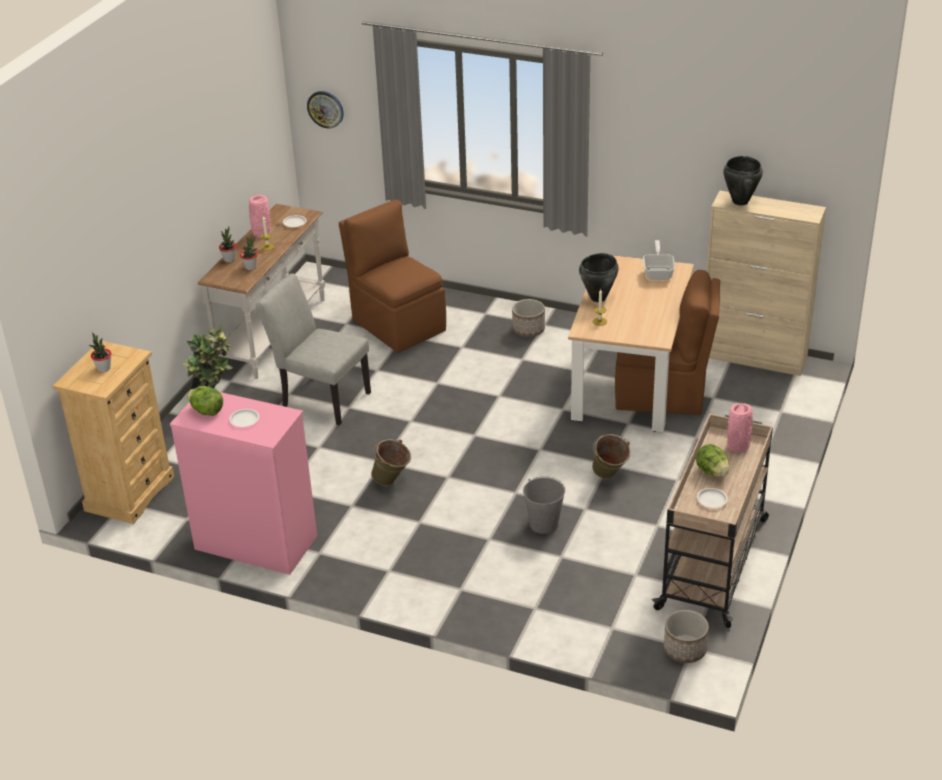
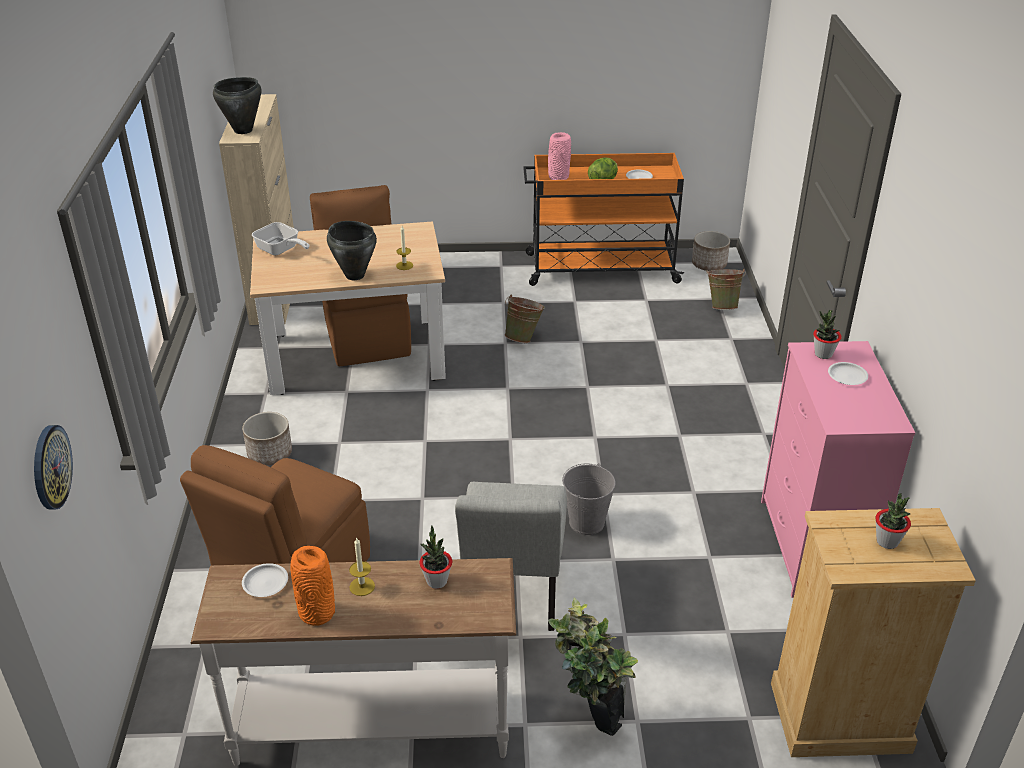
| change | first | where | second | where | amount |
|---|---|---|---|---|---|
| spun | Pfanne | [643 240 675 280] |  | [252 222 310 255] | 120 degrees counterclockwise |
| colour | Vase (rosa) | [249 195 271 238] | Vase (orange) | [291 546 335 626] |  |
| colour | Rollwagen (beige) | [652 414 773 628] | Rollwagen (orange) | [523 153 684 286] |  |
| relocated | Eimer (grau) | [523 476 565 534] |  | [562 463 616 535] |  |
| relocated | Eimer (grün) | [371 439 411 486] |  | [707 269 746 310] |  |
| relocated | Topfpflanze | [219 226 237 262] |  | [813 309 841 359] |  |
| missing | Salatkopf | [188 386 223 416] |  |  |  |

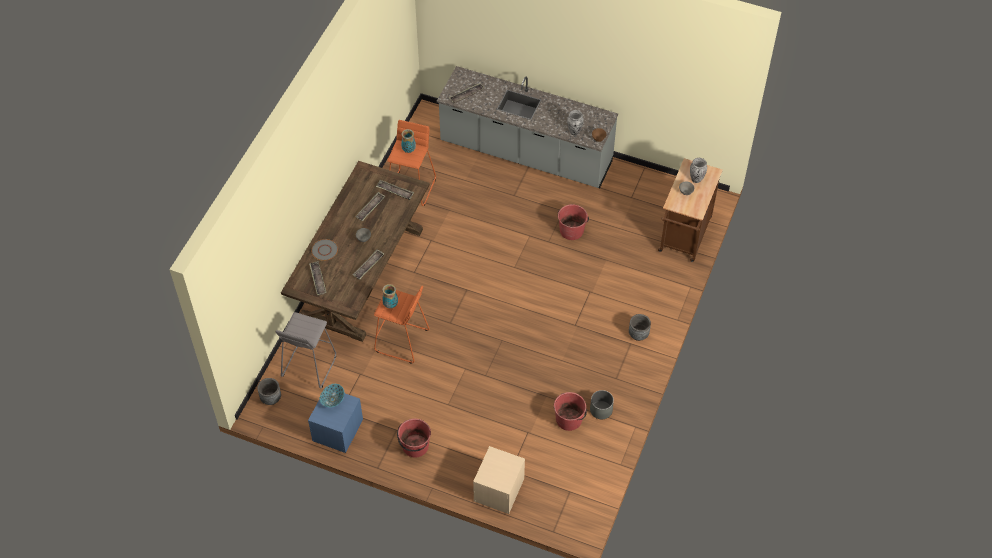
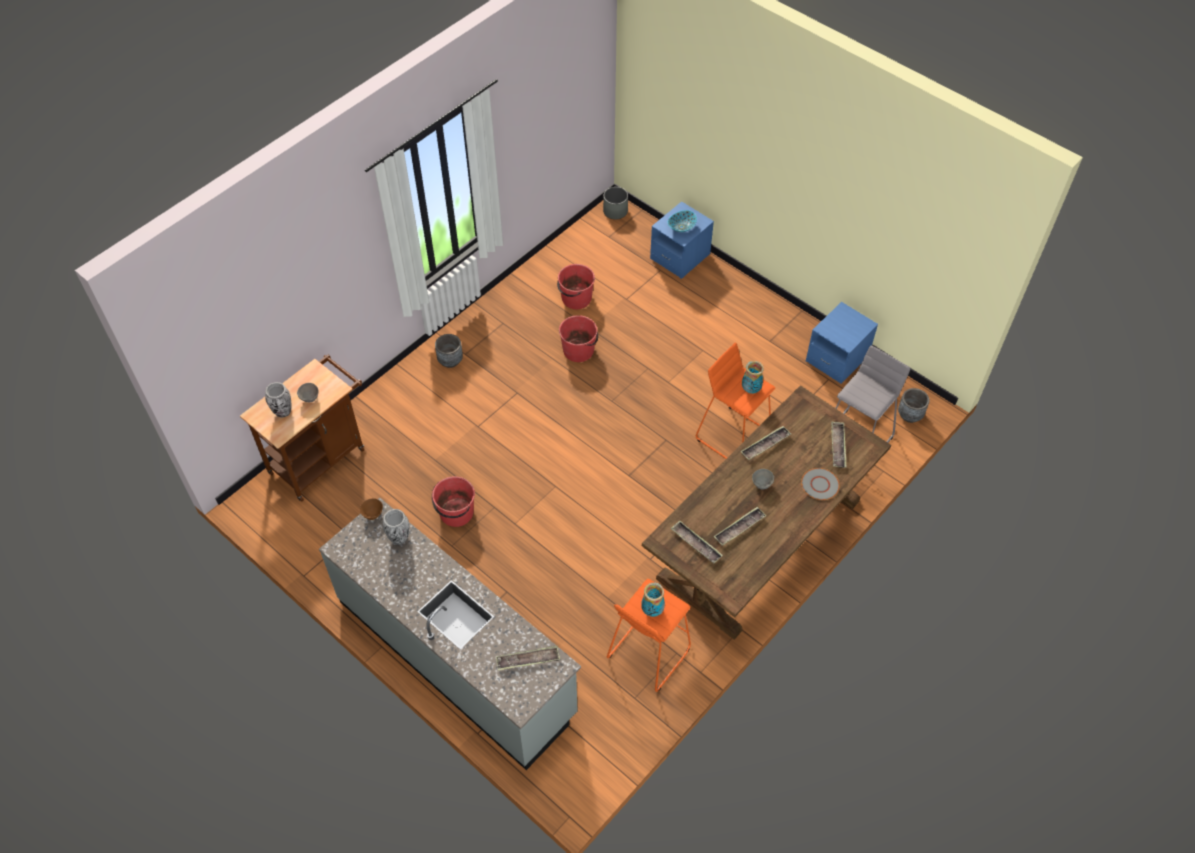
| change | first | where | second | where | amount |
|---|---|---|---|---|---|
| relocated | Eimer (rot) | [397 418 431 458] |  | [559 315 598 362] |  |
| relocated | Pflanzkübel (grau) | [590 390 614 419] |  | [603 187 628 219] |  |
| colour | Nachttisch (beige) | [473 446 525 514] | Nachttisch (blau) | [650 201 714 279] |  |
| relocated | Schüssel | [320 384 344 407] |  | [668 210 697 232] |  |

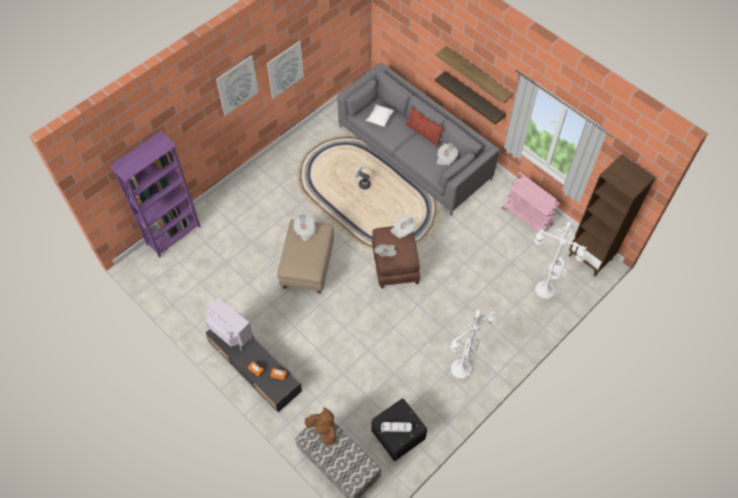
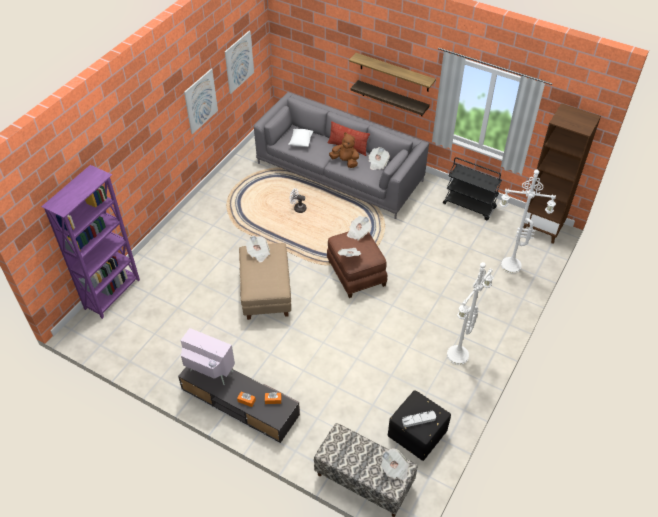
| change | first | where | second | where | amount |
|---|---|---|---|---|---|
| relocated | Bild | [216 55 259 116] |  | [225 30 254 94] |  |
| relocated | Plüschtier (braun) | [305 407 337 445] |  | [329 132 359 168] |  |
| appeared |  |  | Zeitung | [381 448 410 481] |  |
| colour | Rollwagen (rosa) | [503 172 560 234] | Rollwagen (schwarz) | [443 157 502 220] |  |

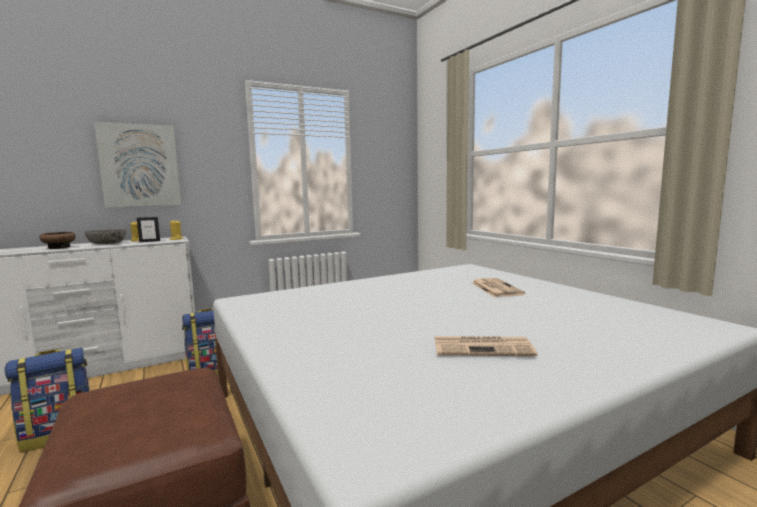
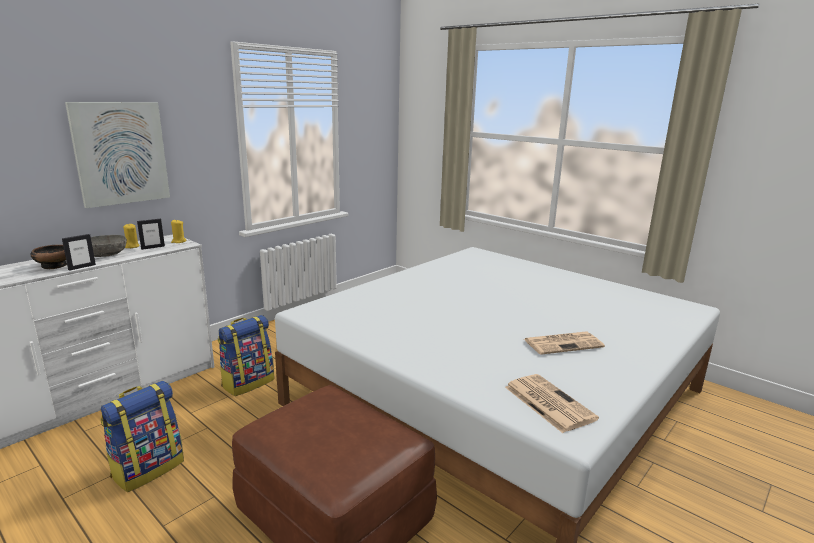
| change | first | where | second | where | amount |
|---|---|---|---|---|---|
| appeared |  |  | Bilderrahmen | [62 234 96 271] |  |
| relocated | Zeitung | [472 278 525 297] |  | [505 374 599 433] |  |

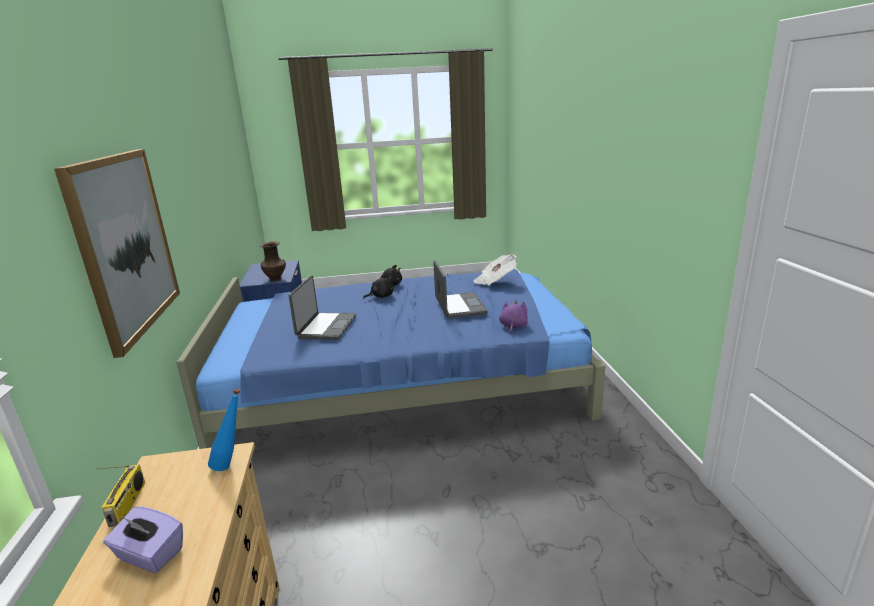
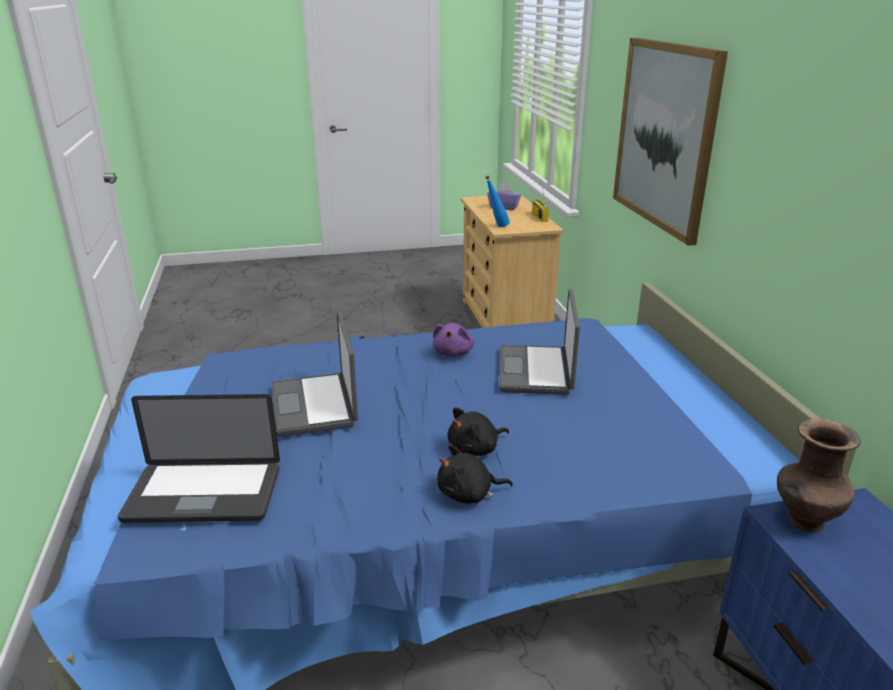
| change | first | where | second | where | amount |
|---|---|---|---|---|---|
| exchanged | Zeitung | [474 254 517 286] | Laptop | [118 394 280 523] |  |
| relocated | Plüschtier (lila) | [499 300 527 334] |  | [433 323 474 357] |  |

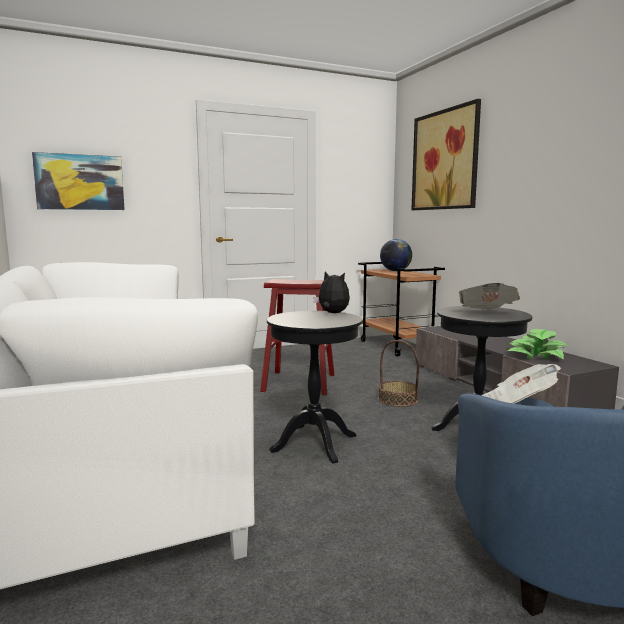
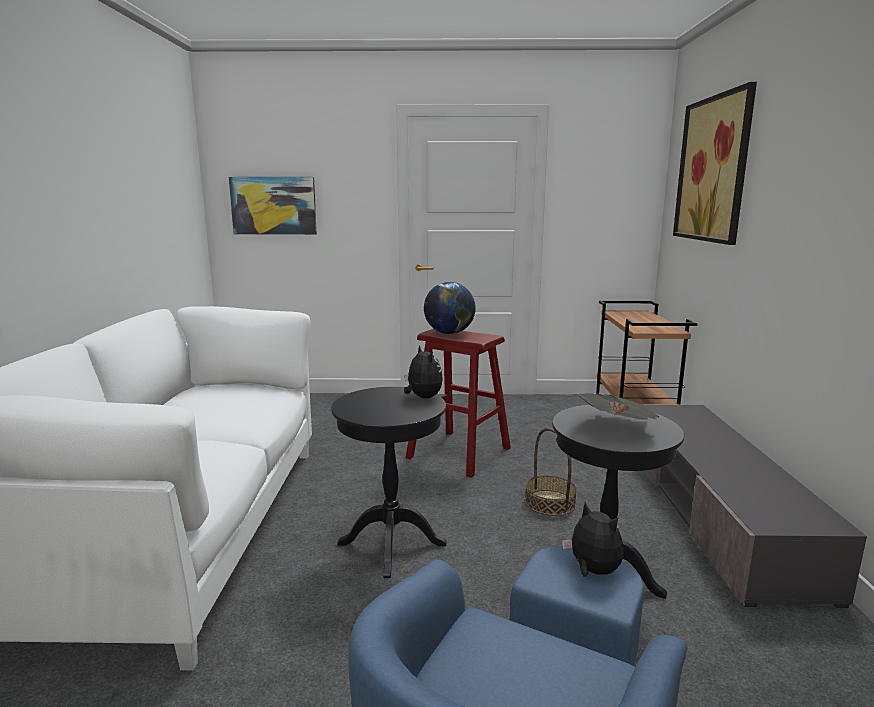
| change | first | where | second | where | amount |
|---|---|---|---|---|---|
| relocated | Globus | [380 239 412 271] |  | [424 282 476 334] |  |
| exchanged | Zeitung | [481 364 561 404] | Plüschtier | [562 502 624 576] |  |
| missing | Topfpflanze | [508 329 568 359] |  |  |  |

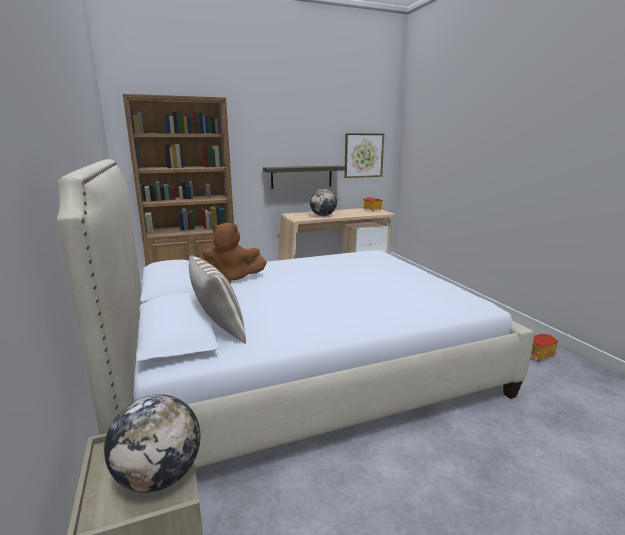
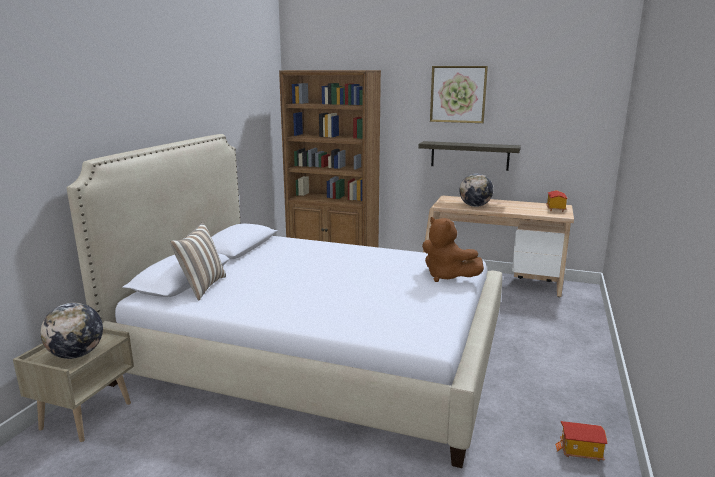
| change | first | where | second | where | amount |
|---|---|---|---|---|---|
| relocated | Plüschtier (braun) | [202 223 267 284] |  | [422 217 484 282] |  |
| relocated | Bild | [344 133 384 178] |  | [430 66 488 123] |  |

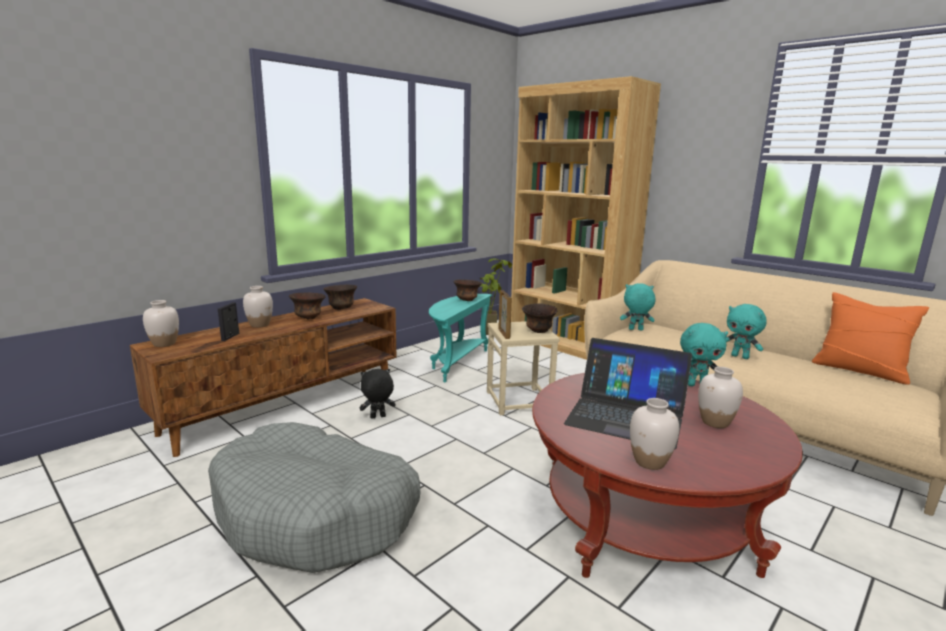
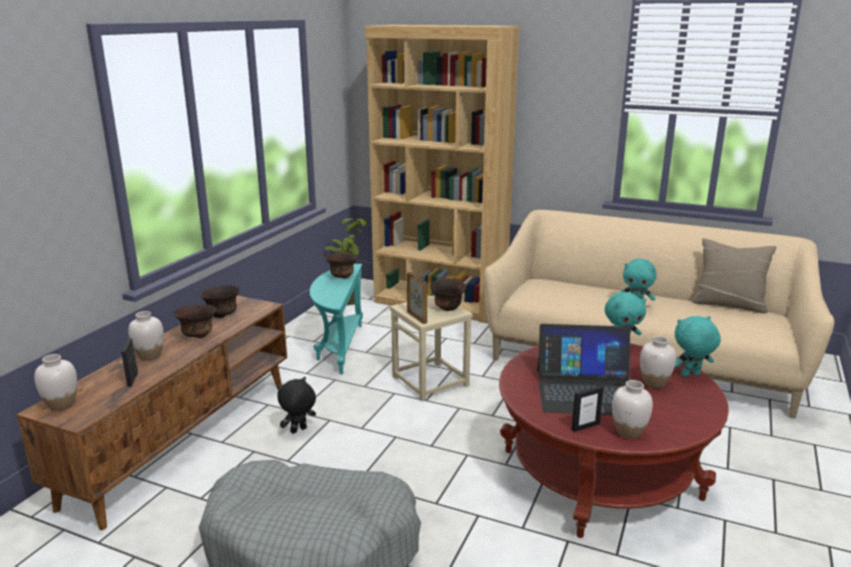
| change | first | where | second | where | amount |
|---|---|---|---|---|---|
| appeared |  |  | Bilderrahmen | [571 386 603 432] |  |
| relocated | Plüschtier (türkis) | [620 283 655 330] |  | [675 316 721 377] |  |
| colour | Kissen (orange) | [812 292 929 385] | Kissen (beige) | [691 238 777 313] |  |

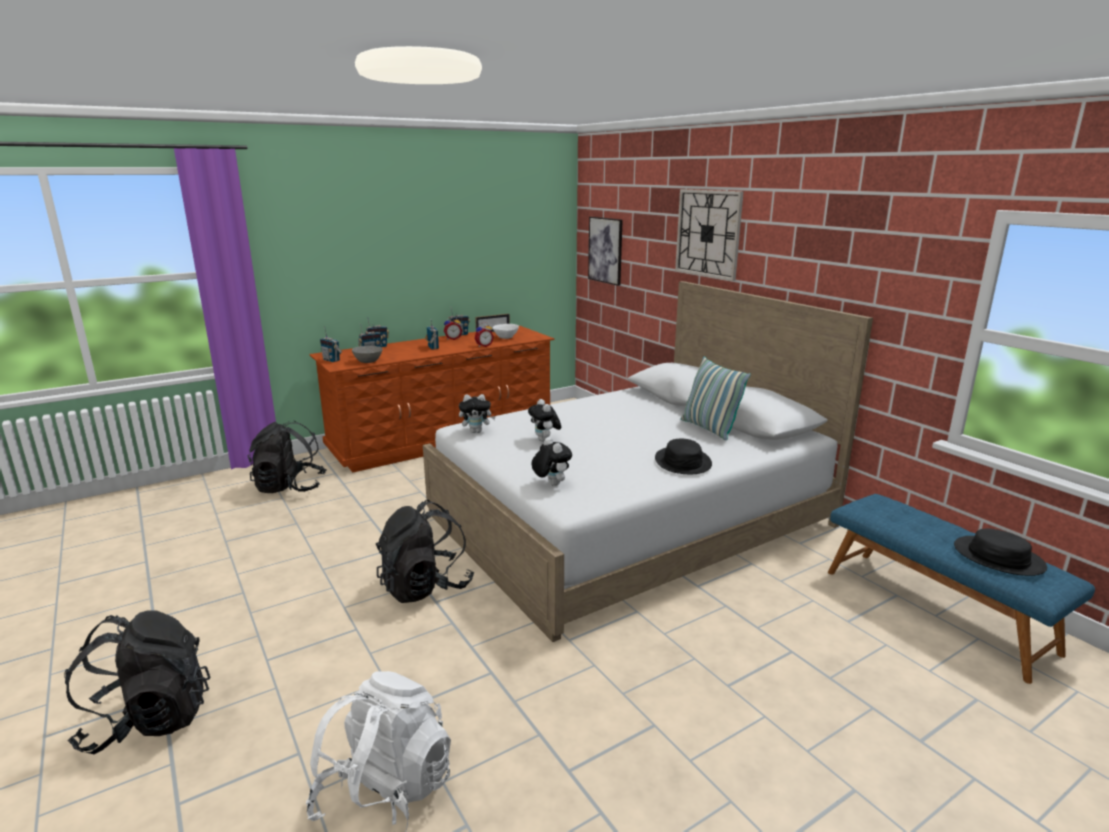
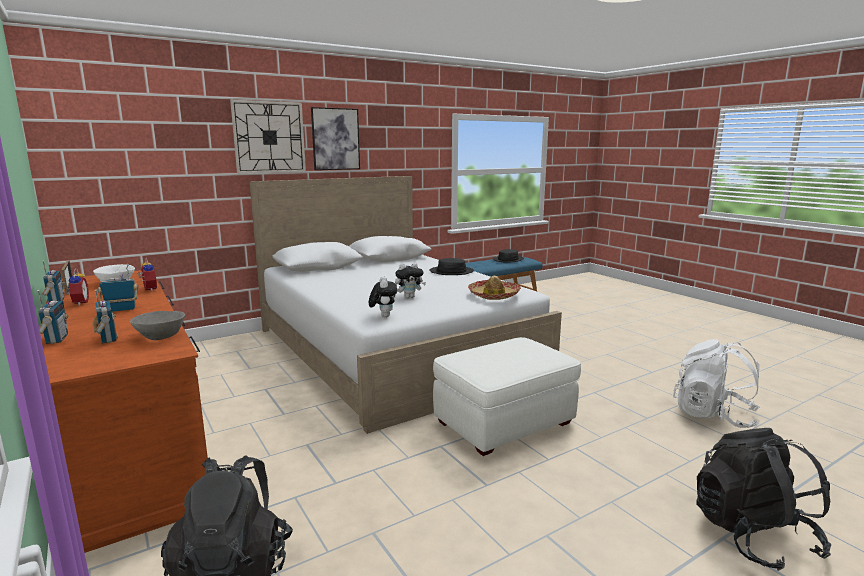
| change | first | where | second | where | amount |
|---|---|---|---|---|---|
| relocated | Bild | [588 217 623 286] |  | [311 107 360 170] |  |
| exchanged | Rucksack (schwarz) | [376 500 474 603] | Polsterhocker (weiß) | [433 337 581 456] |  |
| exchanged | Plüschtier | [532 437 572 486] | Hut | [468 276 521 300] |  |
| missing | Radio | [320 326 342 362] |  |  |  |
| missing | Kissen | [681 356 751 440] |  |  |  |

